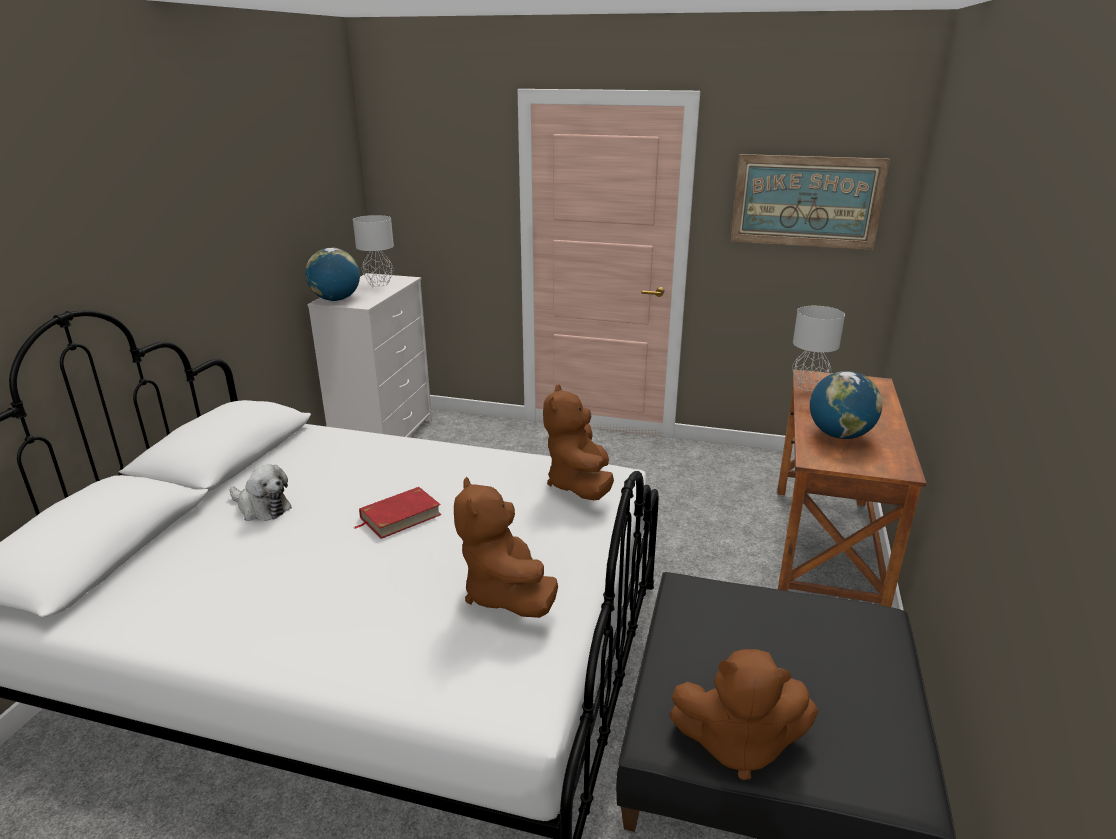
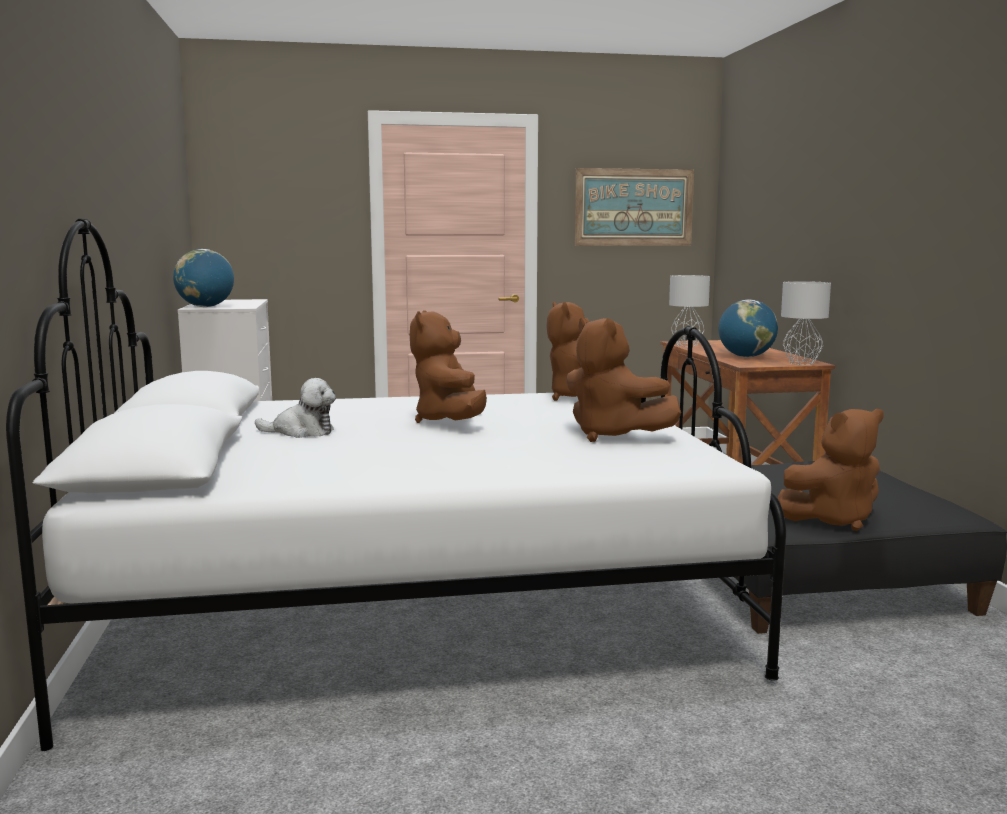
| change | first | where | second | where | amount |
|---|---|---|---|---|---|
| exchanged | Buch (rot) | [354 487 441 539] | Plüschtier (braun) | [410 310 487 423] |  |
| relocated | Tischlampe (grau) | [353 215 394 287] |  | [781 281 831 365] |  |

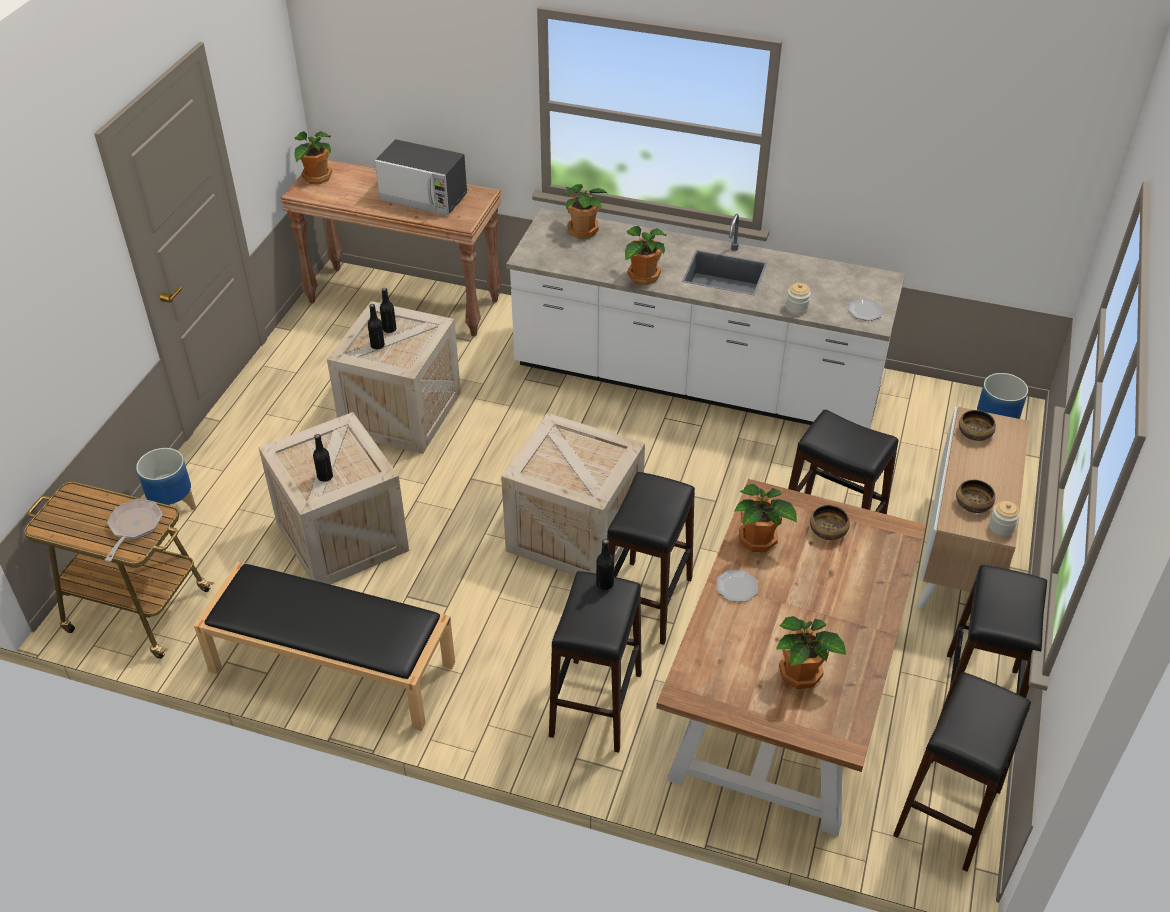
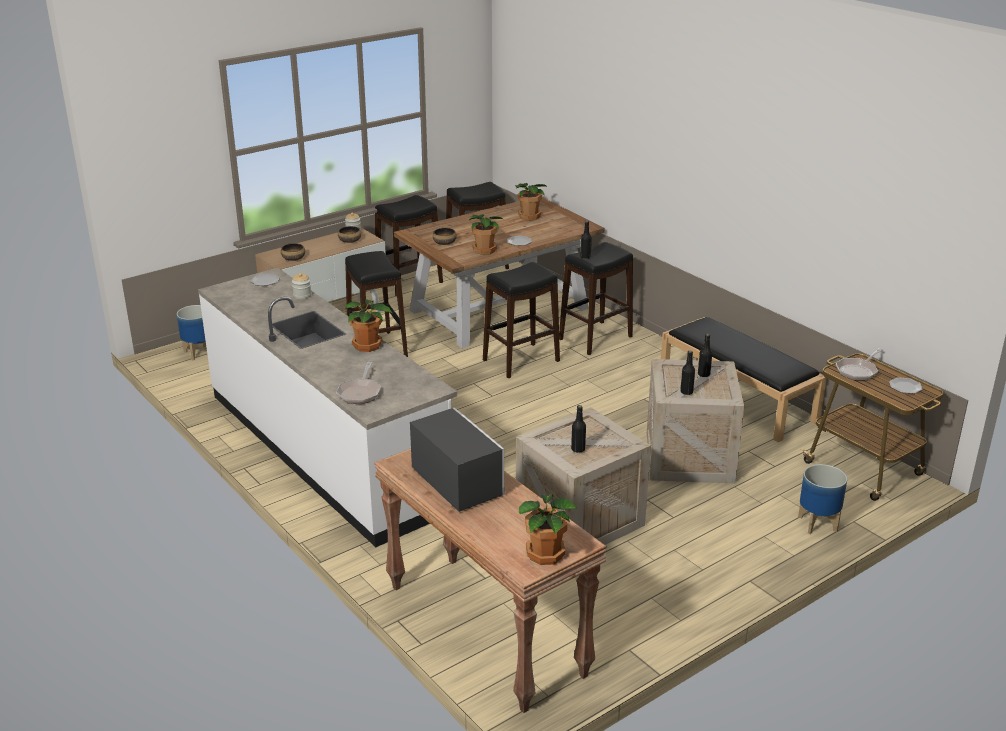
| change | first | where | second | where | amount |
|---|---|---|---|---|---|
| exchanged | Topfpflanze | [563 184 607 239] | Pfanne | [336 362 381 404] |  |
| relocated | Flasche (schwarz) | [368 304 385 350] |  | [680 351 695 395] |  |
| appeared |  |  | Teller | [889 377 923 394] |  |
| missing | Kiste | [501 413 645 576] |  |  |  |

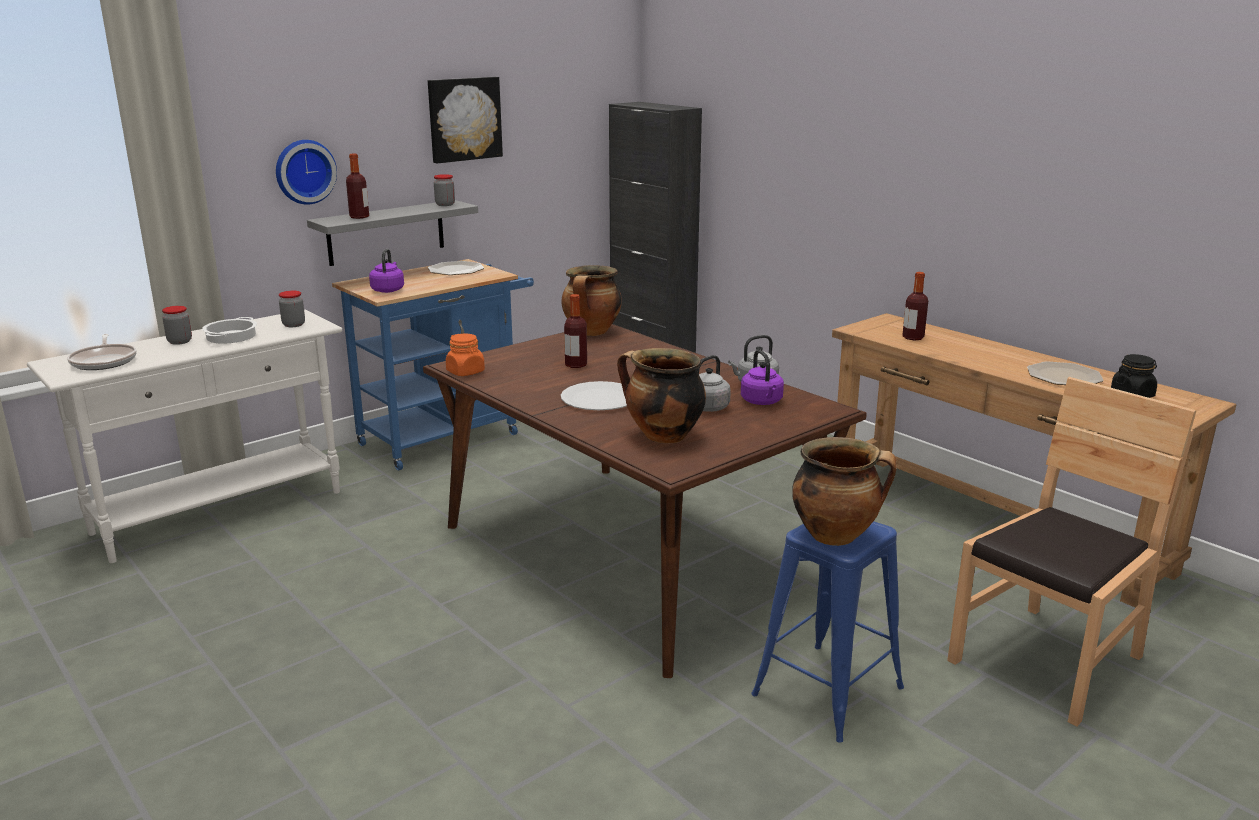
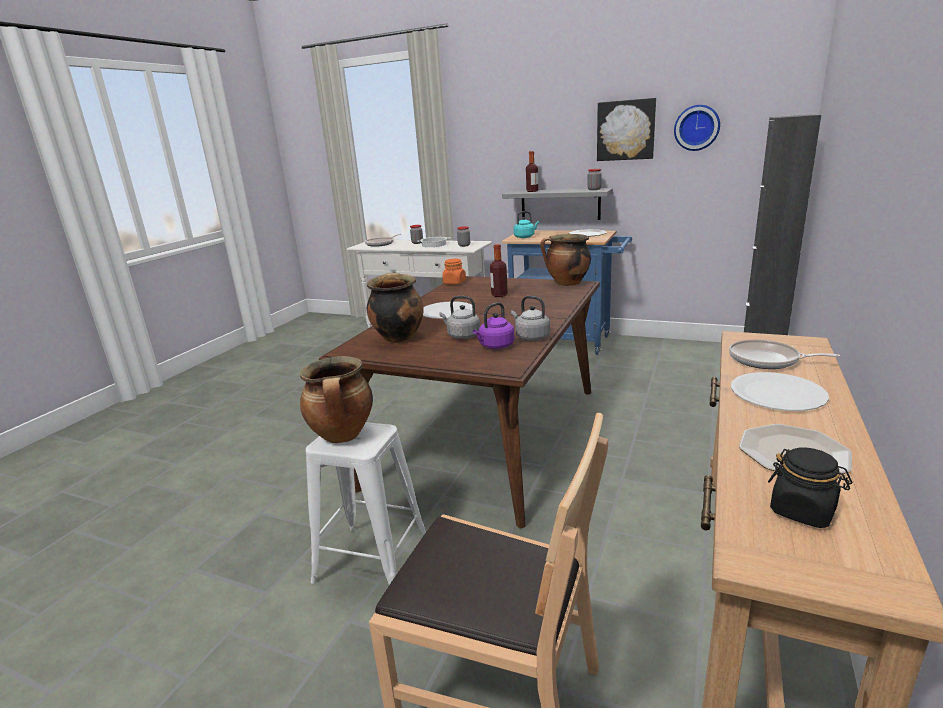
| change | first | where | second | where | amount |
|---|---|---|---|---|---|
| colour | Hocker (blau) | [751 521 904 742] | Hocker (weiß) | [306 422 426 585] |  |
| colour | Wasserkessel (lila) | [369 249 404 293] | Wasserkessel (türkis) | [514 211 539 238] |  |
| relocated | Wanduhr | [276 140 337 205] |  | [674 105 720 151] |  |
| exchanged | Flasche | [902 272 928 341] | Pfanne | [729 339 840 369] |  |
| appeared |  |  | Teller (weiß) | [731 372 829 411] |  |

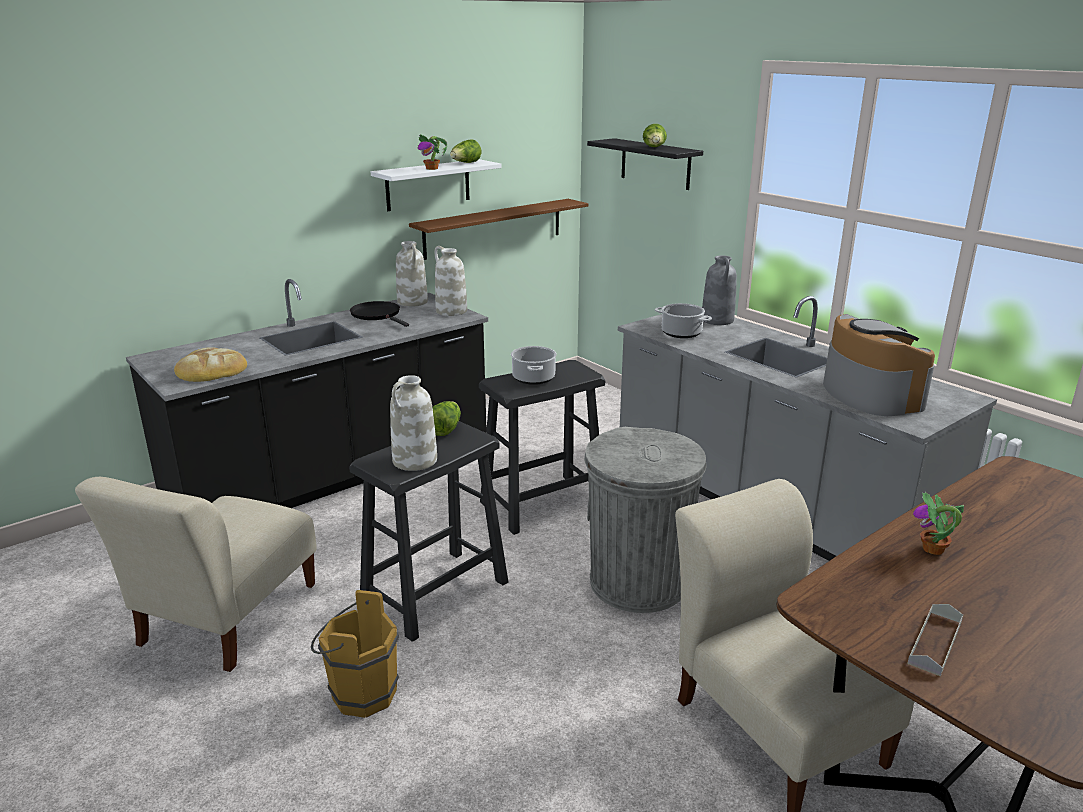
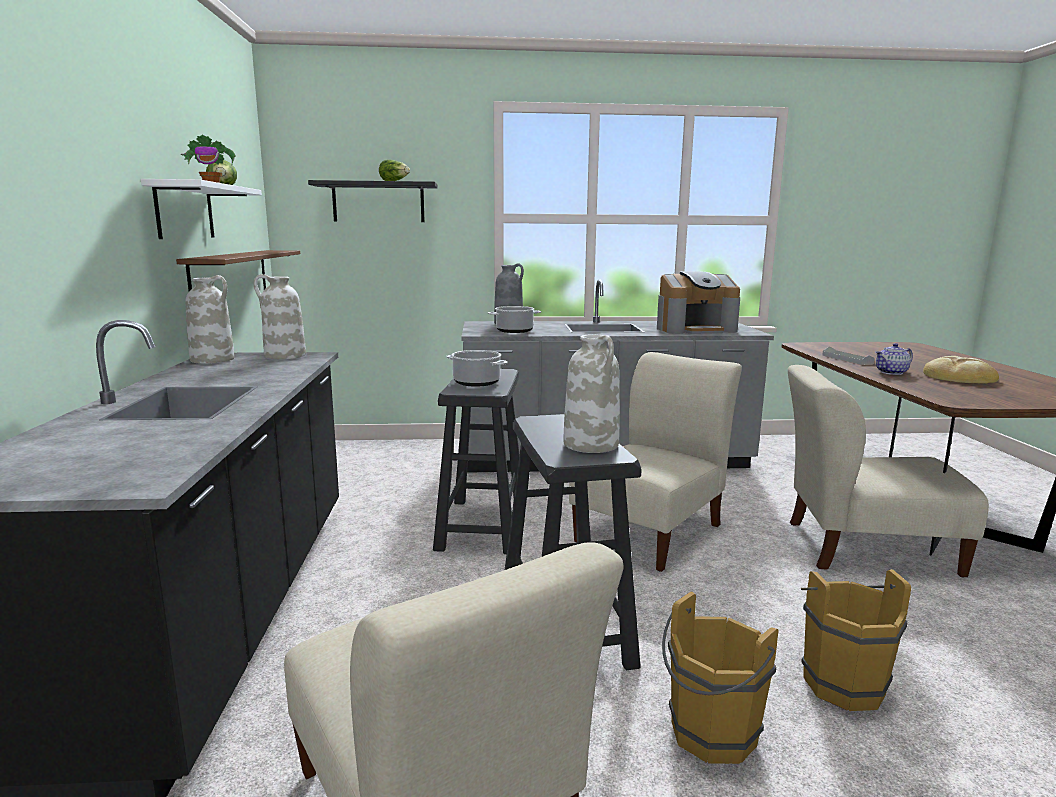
| change | first | where | second | where | amount |
|---|---|---|---|---|---|
| exchanged | Mülleimer (grau) | [584 427 707 613] | Stuhl (beige) | [569 352 742 572] |  |
| spun | Kaffeemaschine | [823 314 935 416] |  | [657 271 740 334] | 150 degrees clockwise |
| appeared |  |  | Eimer (braun) | [801 569 911 711] |  |
| relocated | Tablett (grau) | [907 604 963 676] |  | [822 347 875 365] |  |
| exchanged | Topfpflanze | [913 492 964 555] | Teekanne | [875 343 913 375] |  |
| relocated | Brot | [174 348 247 382] |  | [923 356 999 383] |  |
| missing | Pfanne (schwarz) | [350 301 409 327] |  |  |  |
| missing | Salatkopf | [432 401 461 436] |  |  |  |

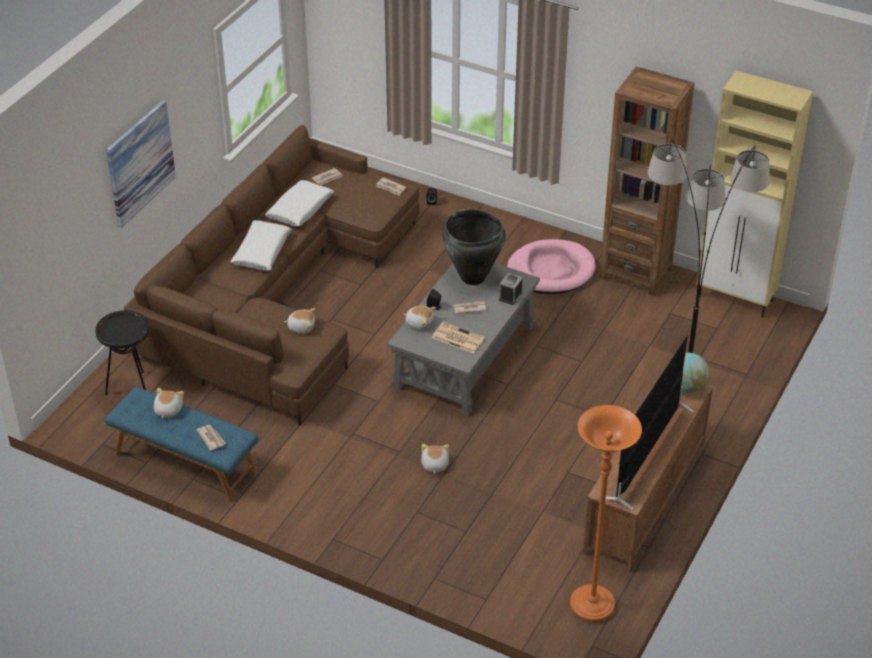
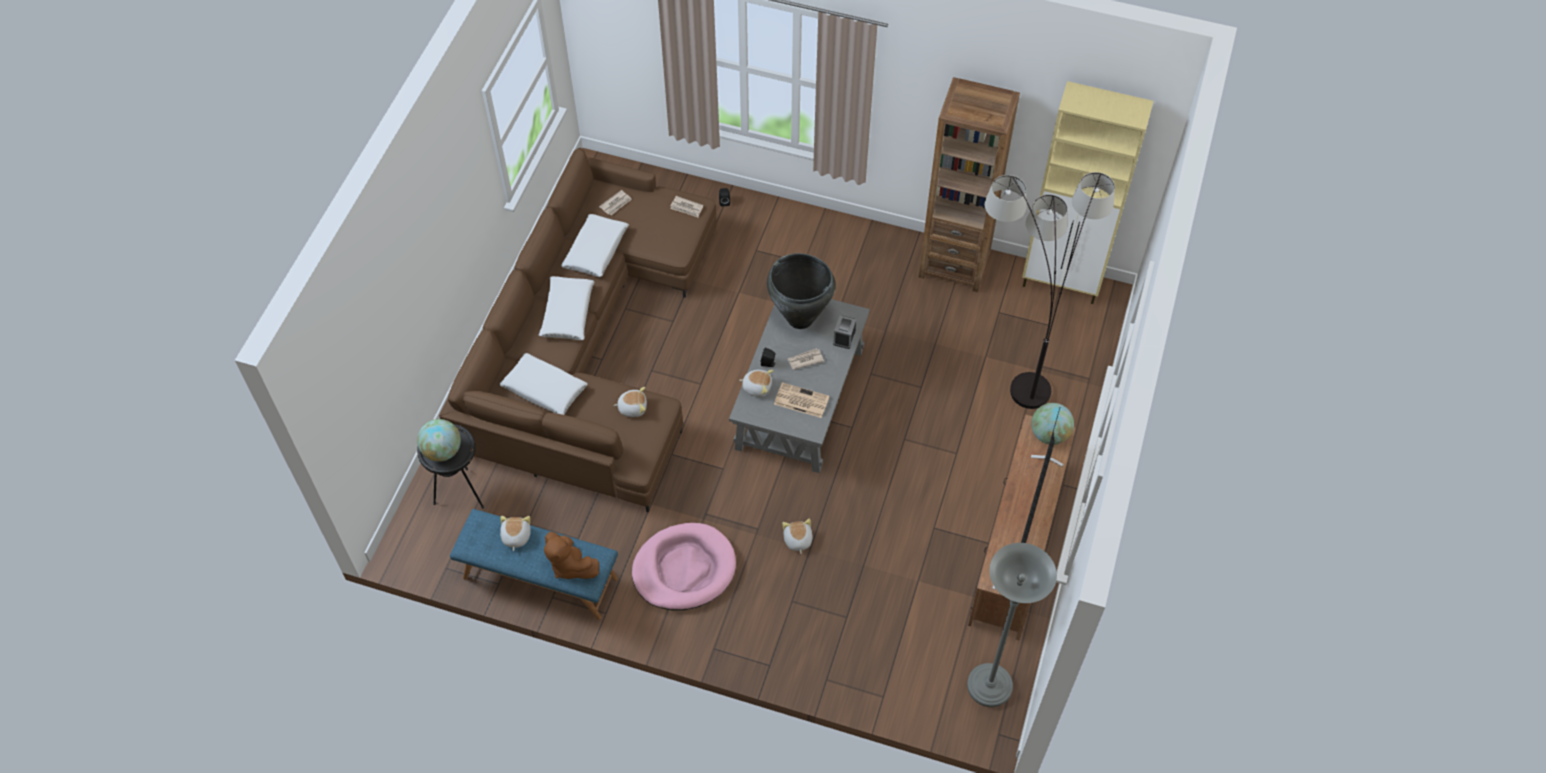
| change | first | where | second | where | amount |
|---|---|---|---|---|---|
| appeared |  |  | Globus | [417 419 461 462] |  |
| appeared |  |  | Kissen (weiß) | [500 353 588 415] |  |
| exchanged | Zeitung | [196 425 226 451] | Plüschtier (braun) | [544 532 599 579] |  |
| relocated | Hundebett (rosa) | [507 239 595 294] |  | [632 523 736 611] |  |
| colour | Stehlampe (orange) | [570 405 642 623] | Stehlampe (grau) | [967 543 1057 707] |  |
| missing | Bild | [106 100 176 228] |  |  |  |

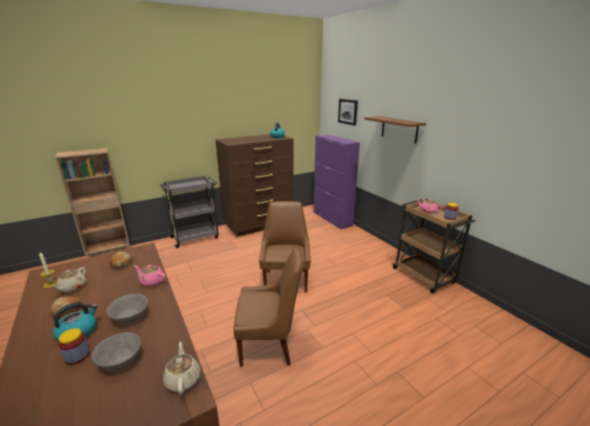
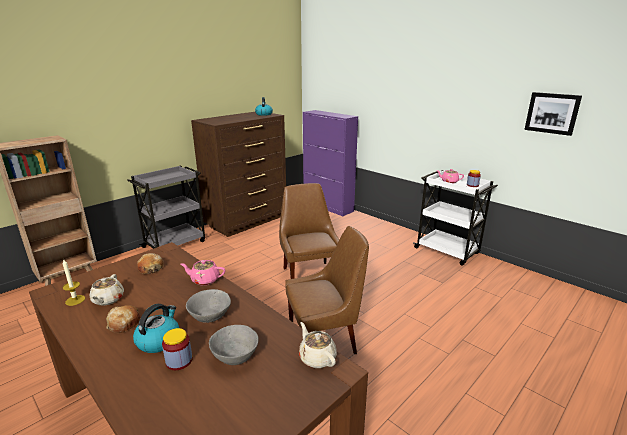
| change | first | where | second | where | amount |
|---|---|---|---|---|---|
| colour | Rollwagen (braun) | [392 199 476 293] | Rollwagen (weiß) | [413 170 498 265] |  |
| relocated | Bild | [338 99 358 126] |  | [524 92 582 136] |  |
| missing | Wandregal (braun) | [364 116 426 144] |  |  |  |

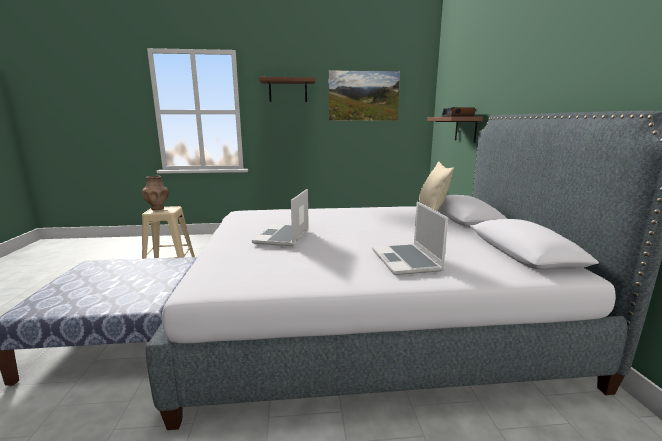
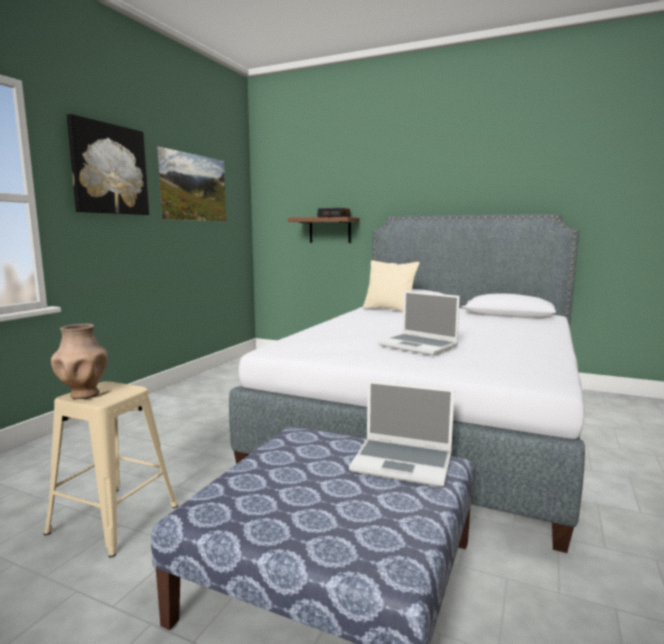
| change | first | where | second | where | amount |
|---|---|---|---|---|---|
| exchanged | Wandregal (braun) | [258 77 316 102] | Bild | [67 114 149 215] |  |
| relocated | Laptop | [372 202 448 275] |  | [349 380 455 487] |  |

